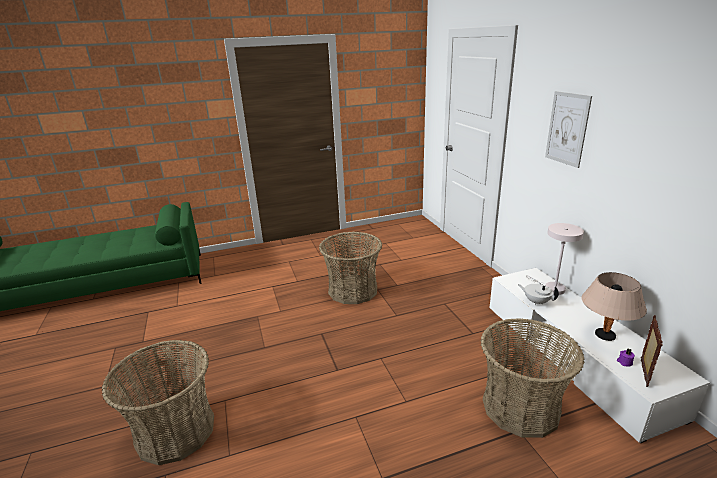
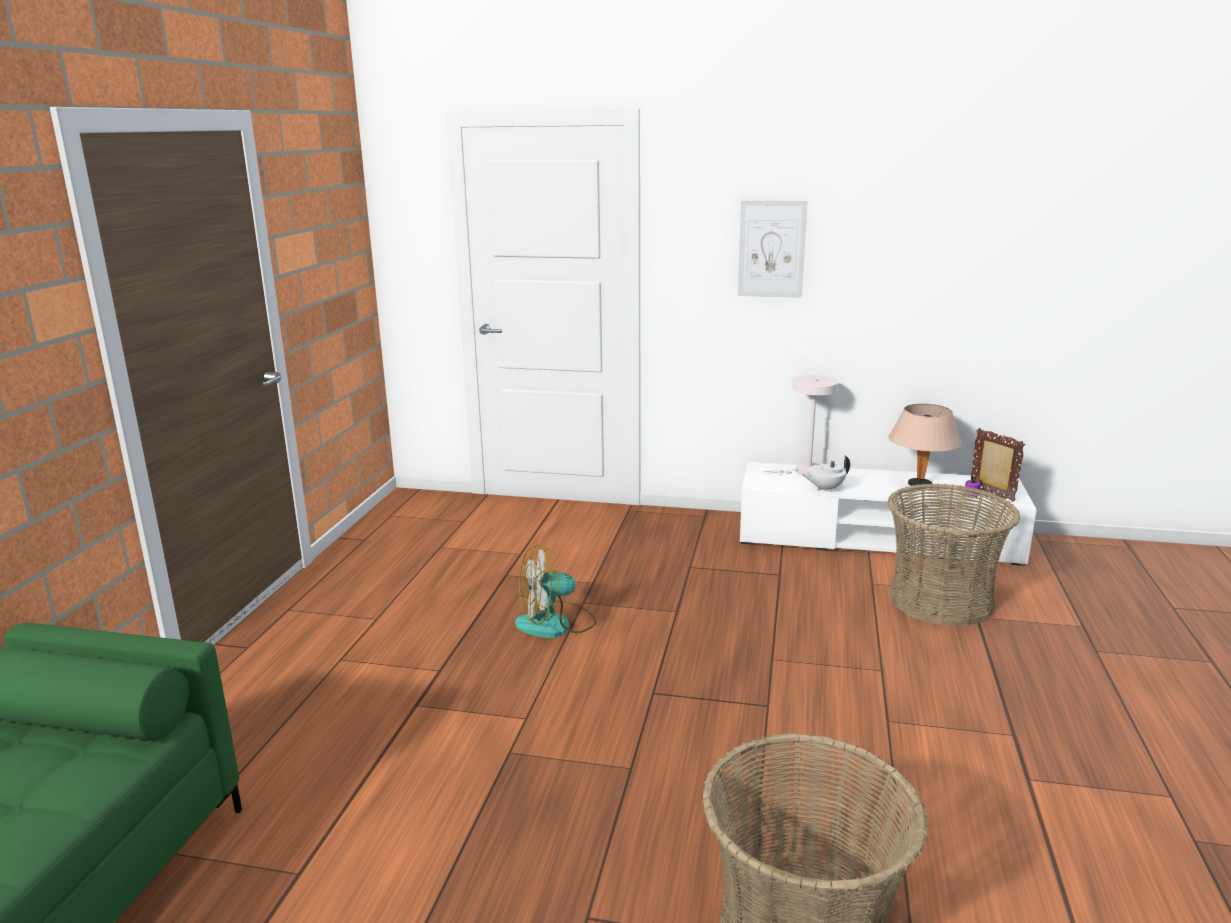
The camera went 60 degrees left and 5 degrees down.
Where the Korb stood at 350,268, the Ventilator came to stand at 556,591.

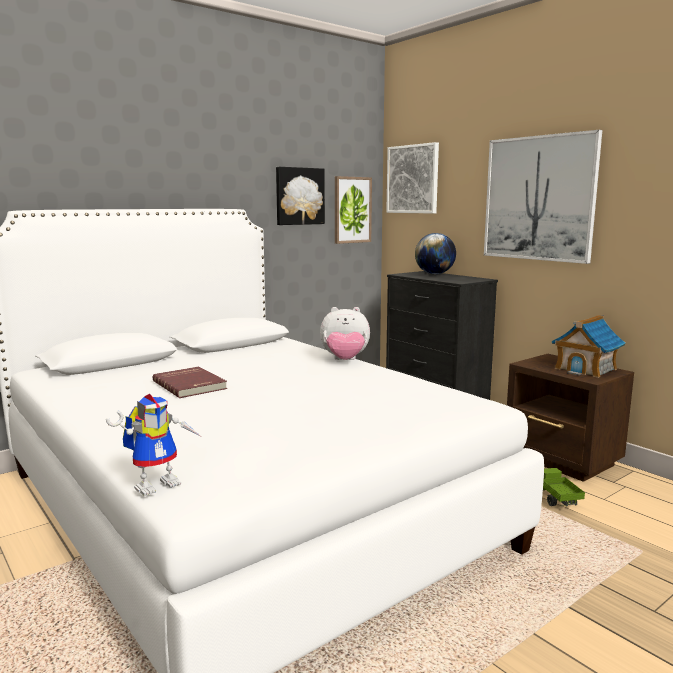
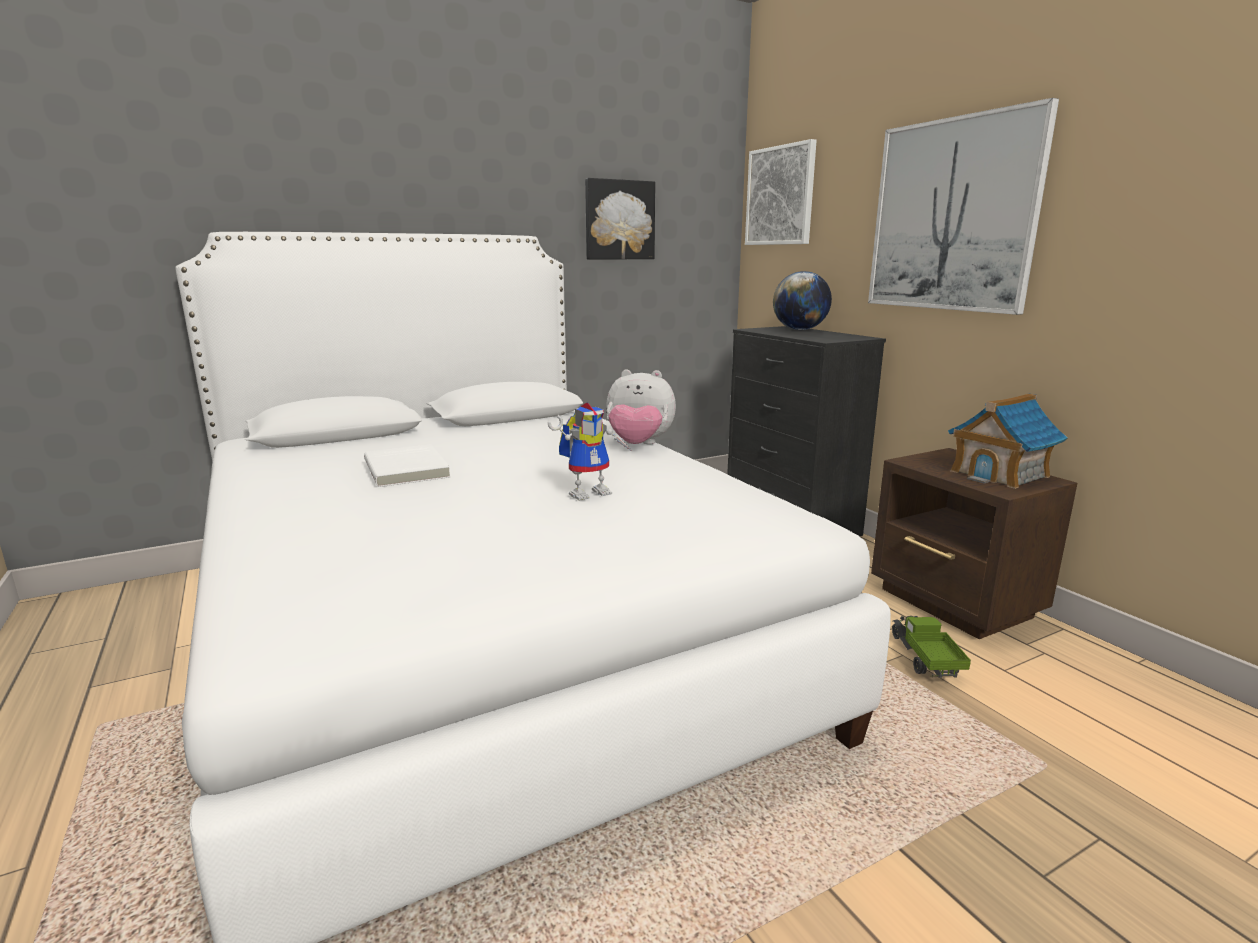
The camera went 10 degrees right and 5 degrees up.
The Spielzeugroboter ended up elsewhere, having gone from 154,445 to 590,452.
What was the Buch [rot] at 189,382 turned into the Buch [weiß] at 407,465.
The second view lost the Bild at 353,210.

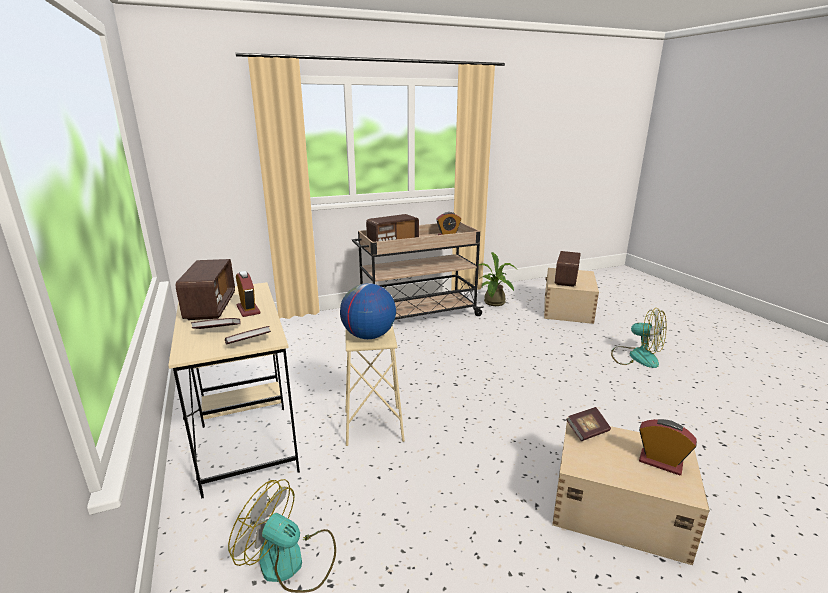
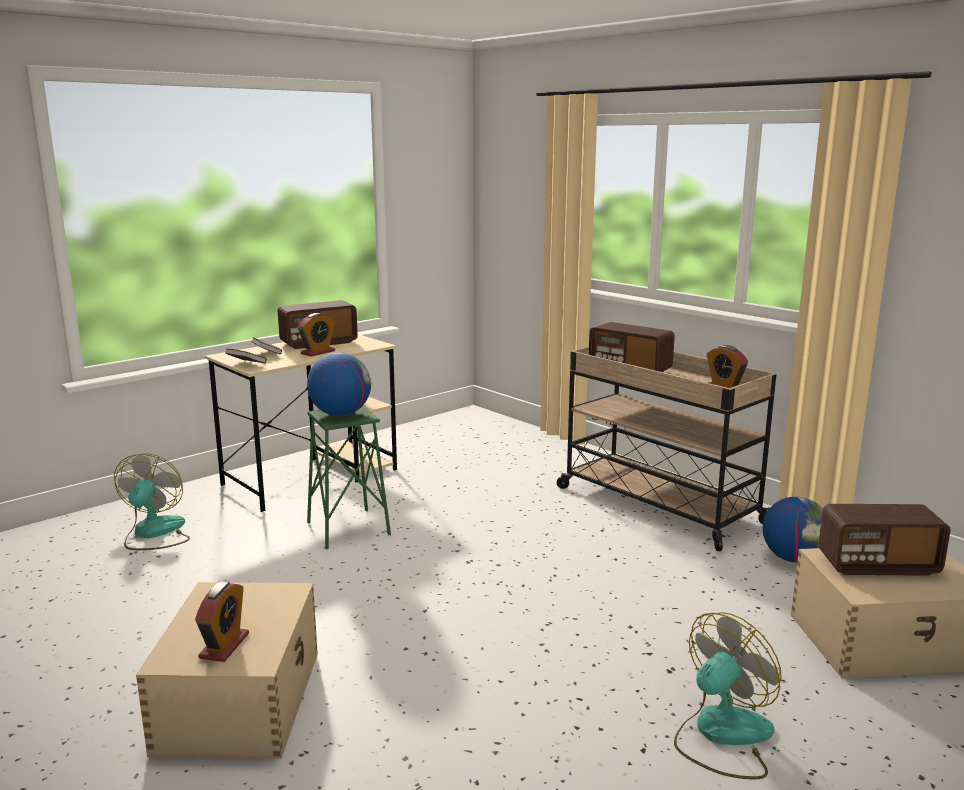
The camera went 70 degrees right and 5 degrees down.
What was the Hocker [beige] at 375,385 turned into the Hocker [grün] at 349,478.
Where the Topfpflanze stood at 498,279, the Globus came to stand at 793,530.
The second view lost the Buch at 588,424.
The Ventilator at 638,338 ended up facing another way, 150 degrees counterclockwise from before.

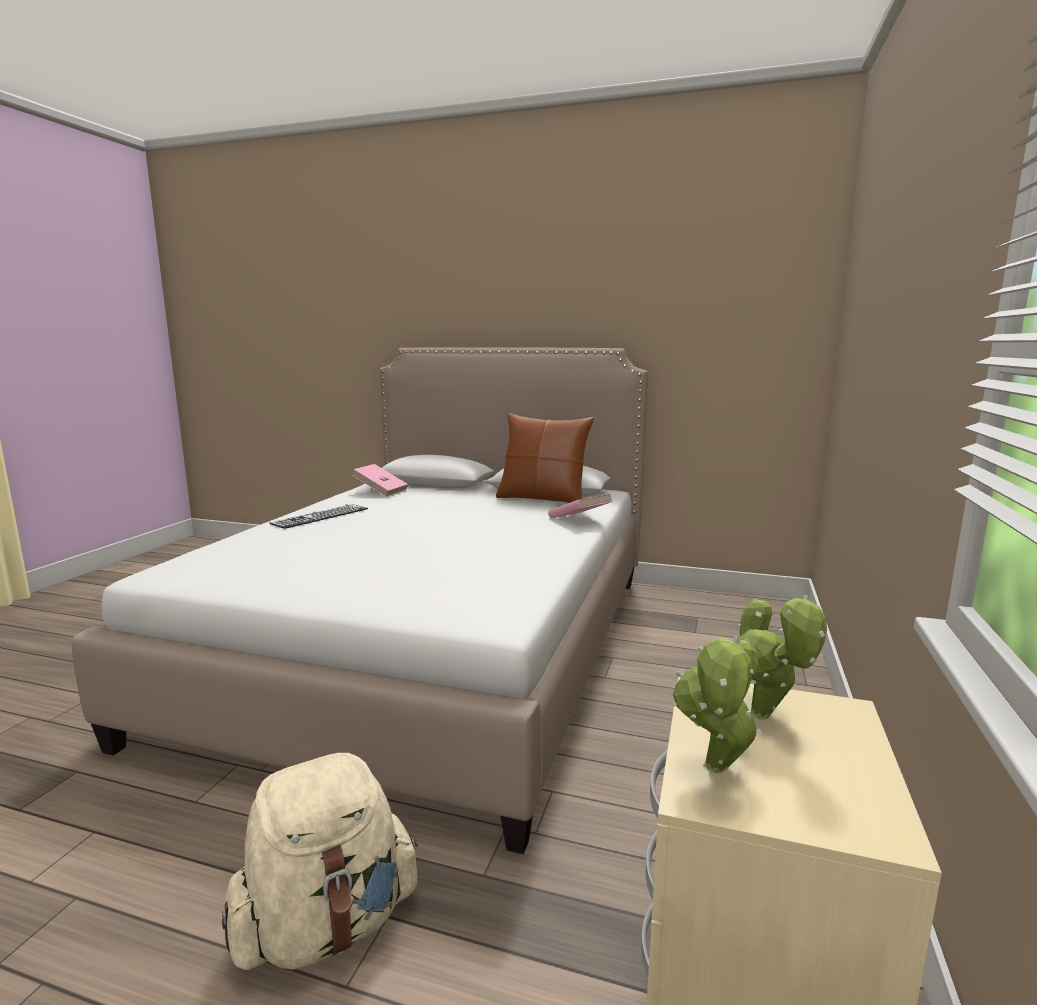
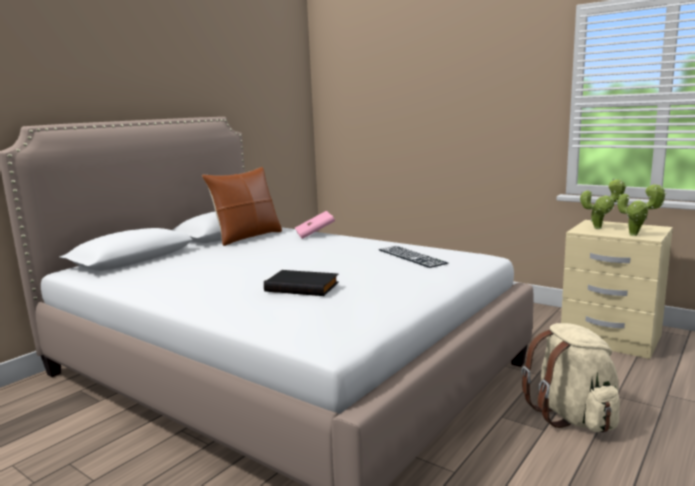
The camera went 70 degrees left and 0 degrees up.
The Tastatur ended up elsewhere, having gone from 318,516 to 413,257.
The second view lost the Buch [rosa] at 380,480.
The second view gained the Buch [schwarz] at 301,283.

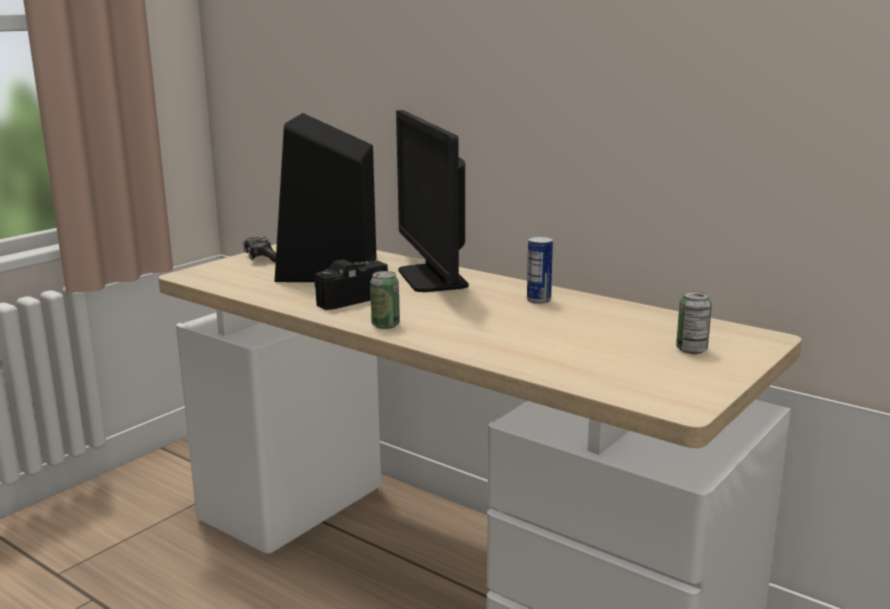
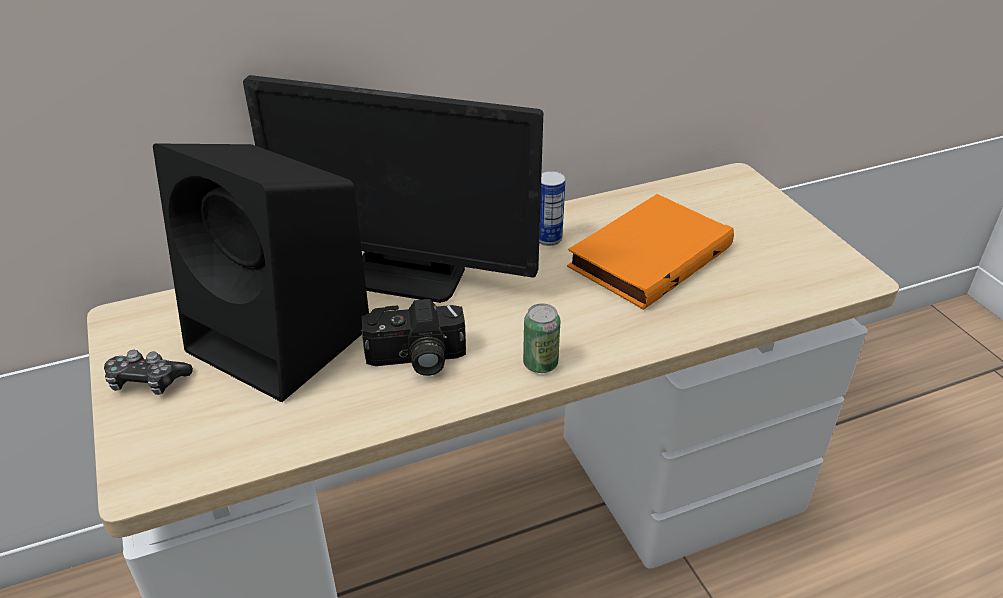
The camera went 60 degrees left and 20 degrees up.
The Kamera at 351,285 ended up facing another way, 90 degrees counterclockwise from before.
The second view lost the Dose at 694,322.
The second view gained the Buch [orange] at 650,252.

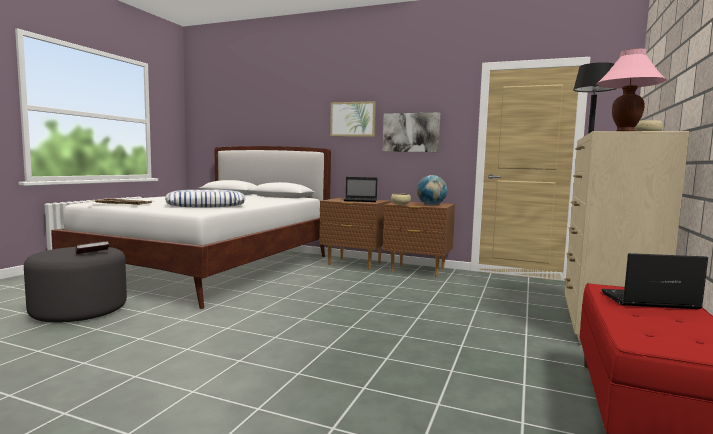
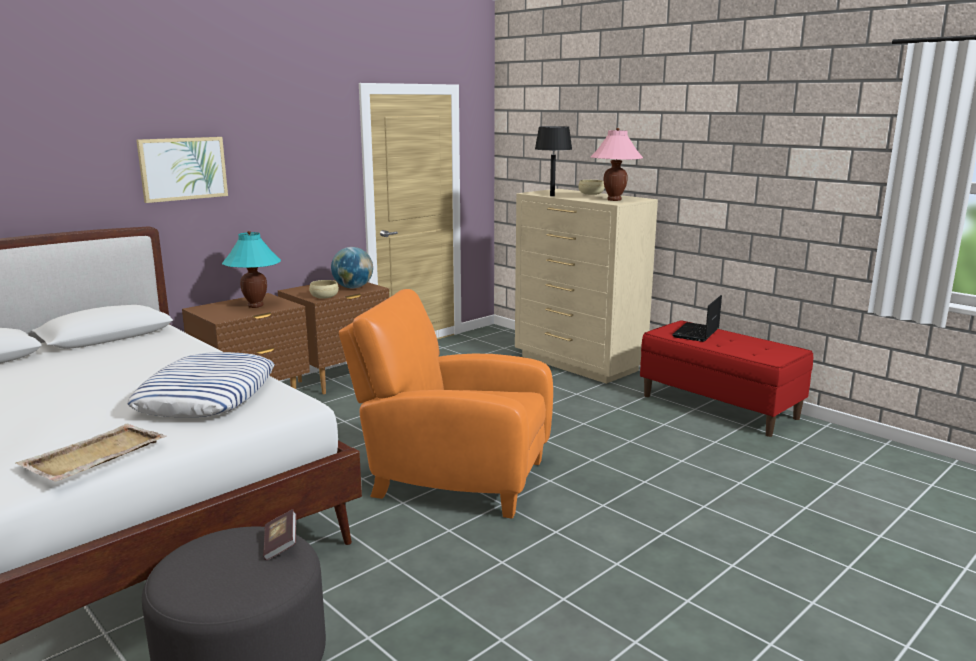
The camera went 65 degrees left and 10 degrees up.
Where the Laptop stood at 360,189, the Tischlampe [türkis] came to stand at 251,269.
The second view lost the Bild at 411,132.
The second view gained the Sessel [orange] at 446,404.

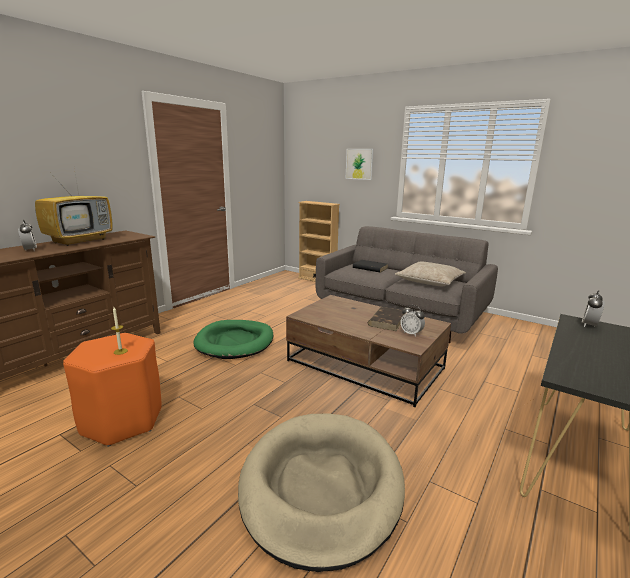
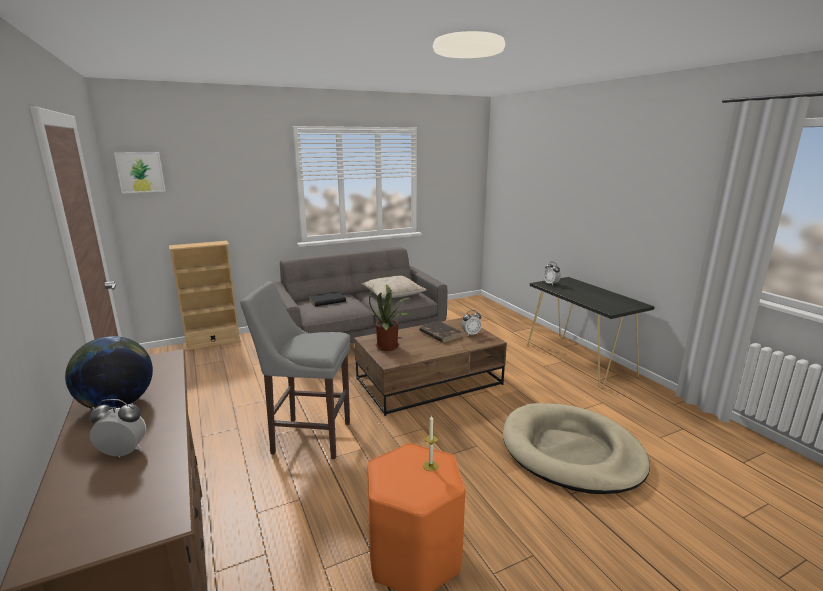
The camera went 60 degrees left and 0 degrees up.
Where the Fernseher stood at 74,207, the Globus came to stand at 109,373.
Where the Hundebett [grün] stood at 233,339, the Hocker [grau] came to stand at 295,370.
The Bild ended up elsewhere, having gone from 359,164 to 140,172.
The second view gained the Topfpflanze at 390,318.

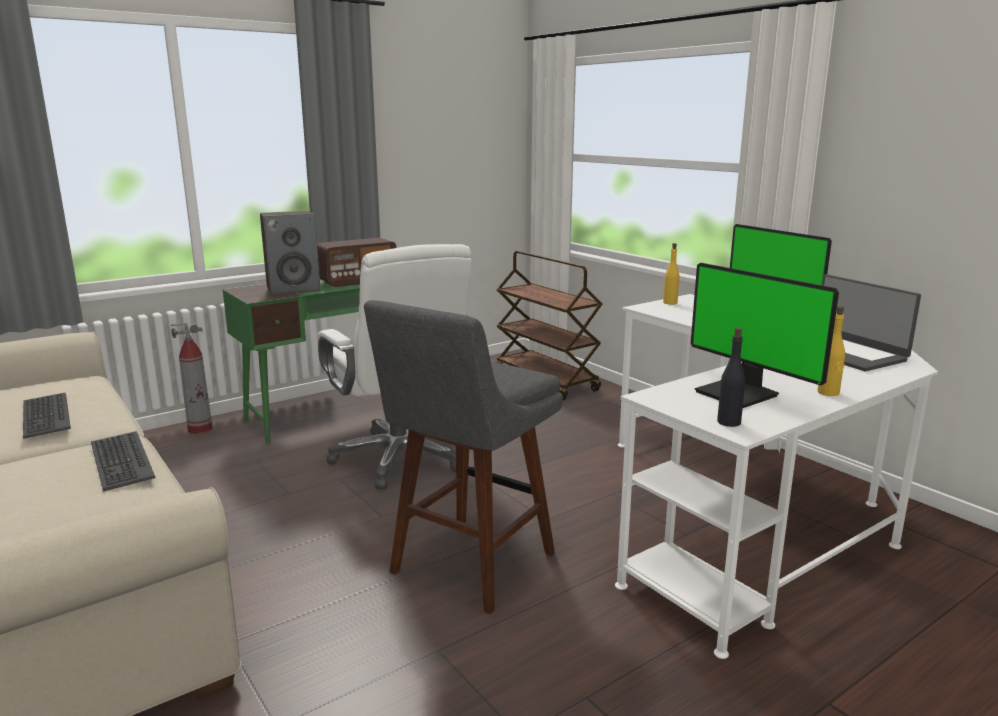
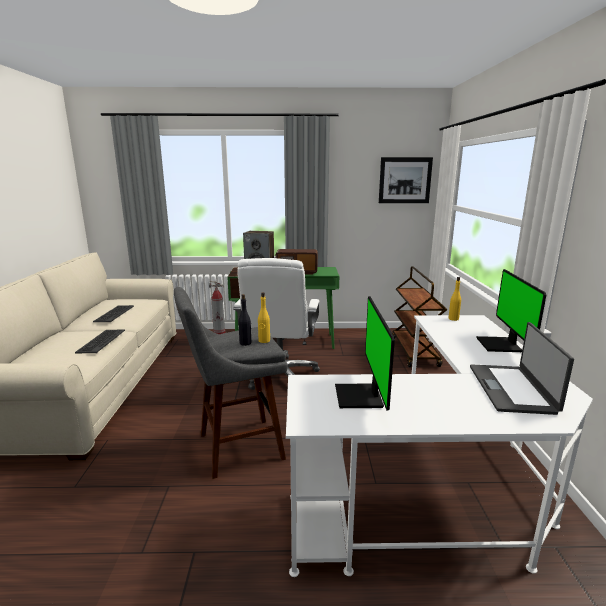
The camera went 35 degrees right and 0 degrees up.
The Flasche [schwarz] ended up elsewhere, having gone from 731,377 to 244,320.
The Flasche [gelb] ended up elsewhere, having gone from 831,351 to 264,317.
The second view gained the Bild at 406,180.

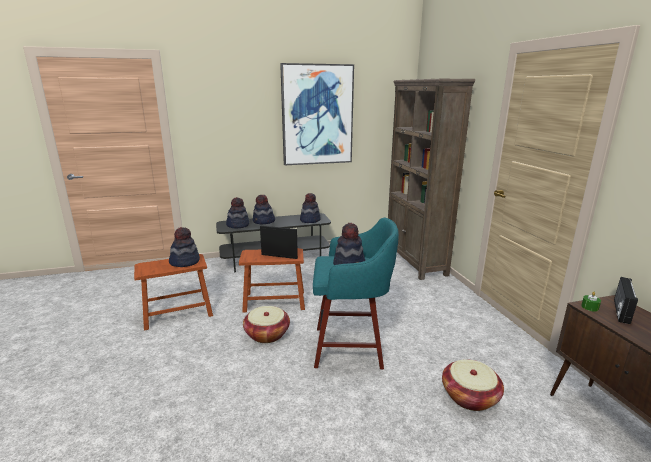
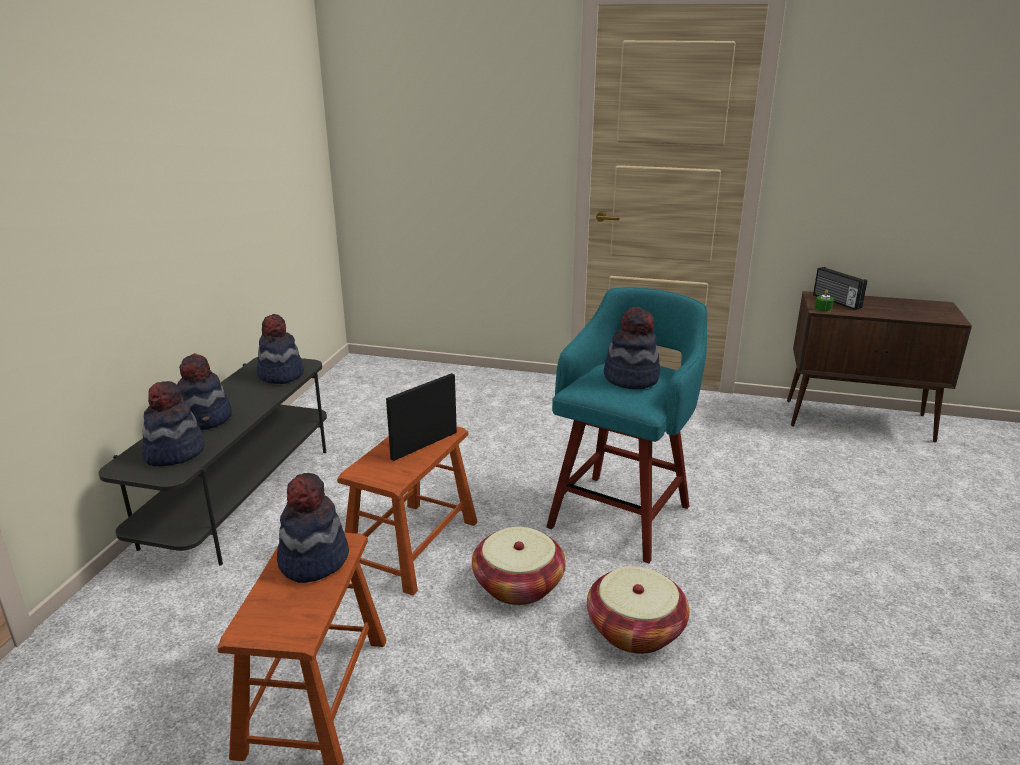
The camera went 60 degrees left and 5 degrees up.
The second view lost the Bild at 317,114.
The second view lost the Bücherregal [braun] at 431,179.
The Korb ended up elsewhere, having gone from 473,385 to 638,610.

